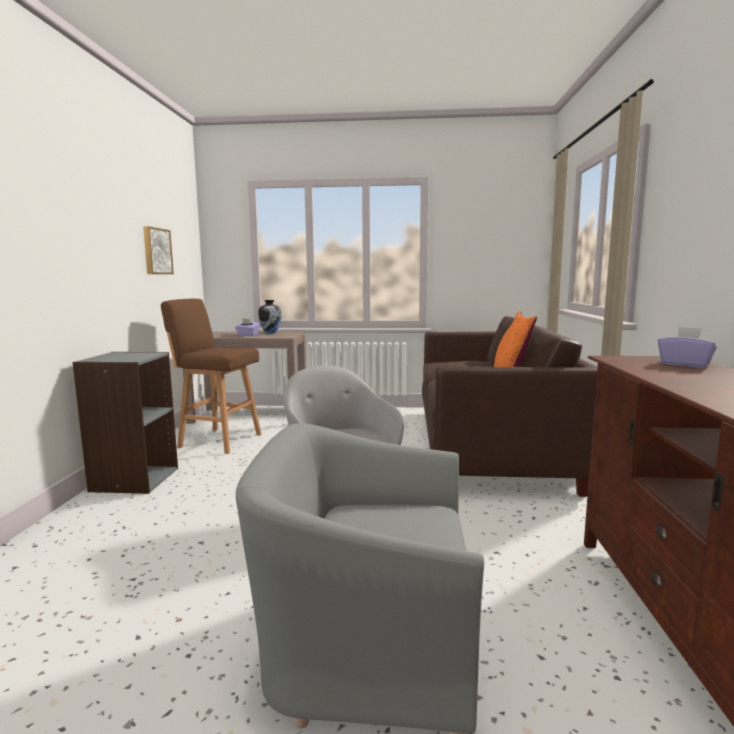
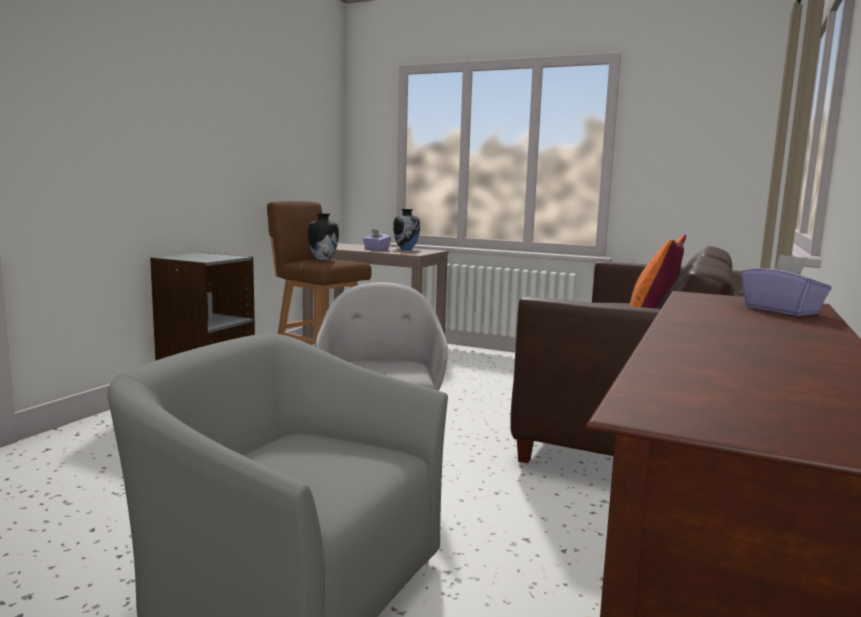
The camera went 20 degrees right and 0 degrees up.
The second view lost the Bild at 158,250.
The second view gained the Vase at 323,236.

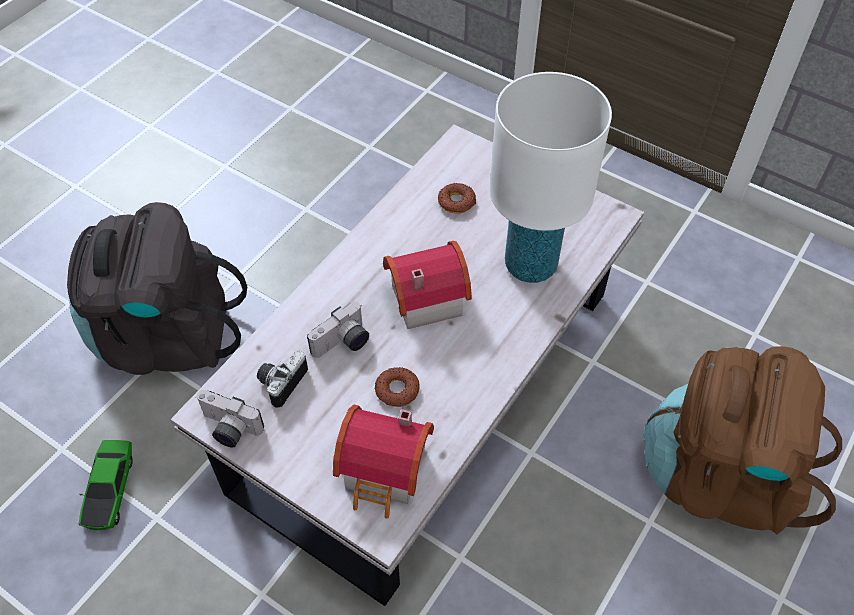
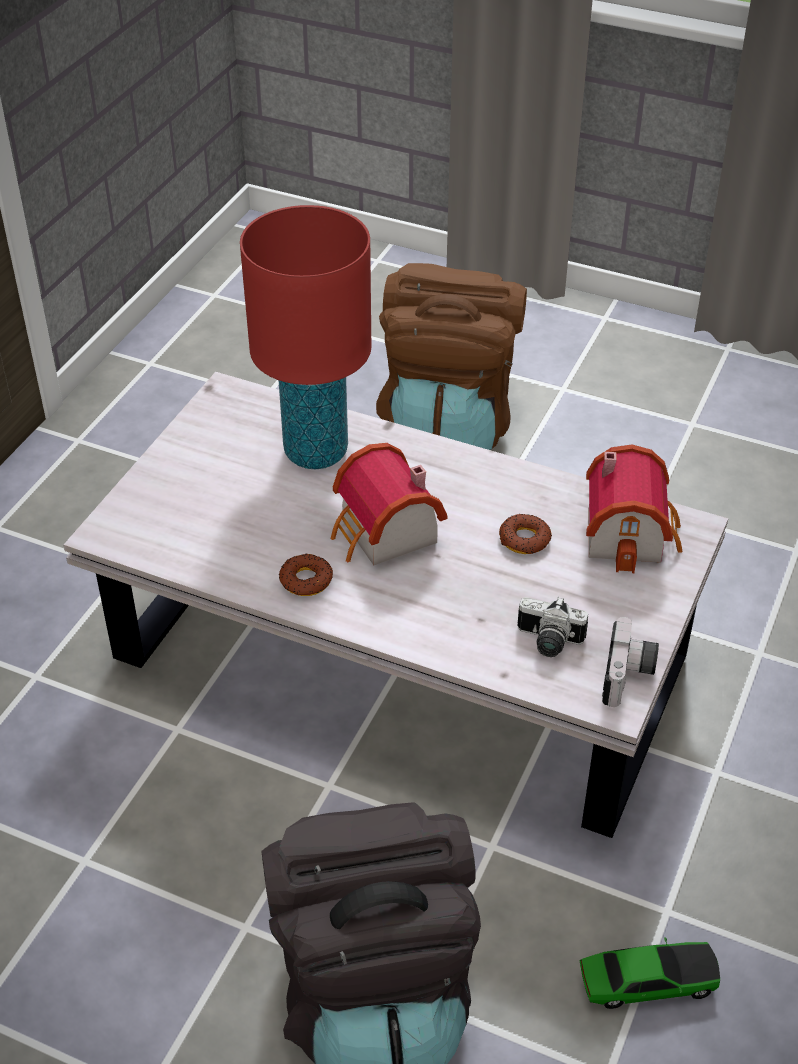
The camera went 100 degrees left and 10 degrees down.
The second view lost the Kamera at 338,330.
The Donut ended up elsewhere, having gone from 457,198 to 306,575.
What was the Tischlampe [weiß] at 551,177 turned into the Tischlampe [rot] at 305,337.

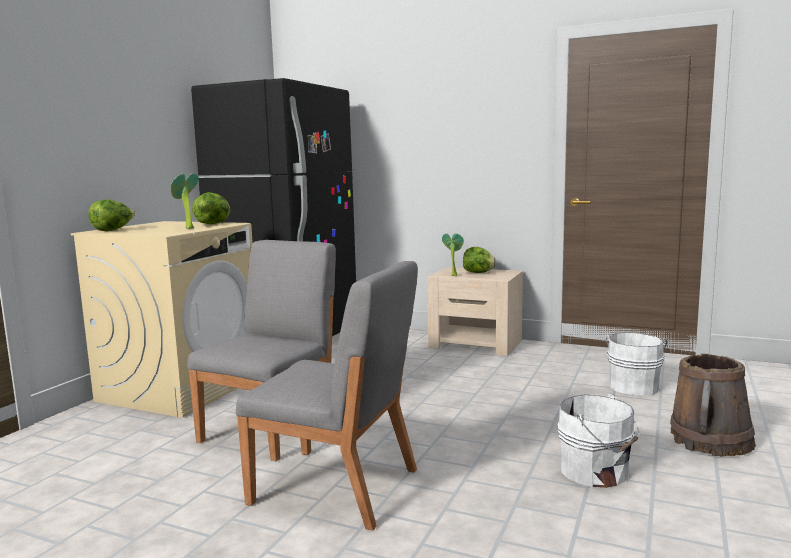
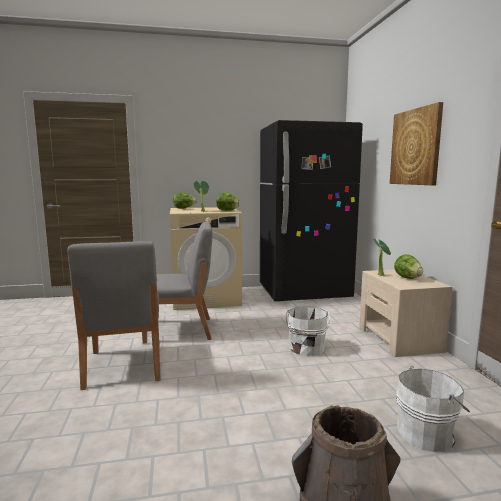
The camera went 55 degrees right and 0 degrees up.
The Eimer [weiß] ended up elsewhere, having gone from 599,441 to 308,331.
The second view gained the Bild at 416,143.

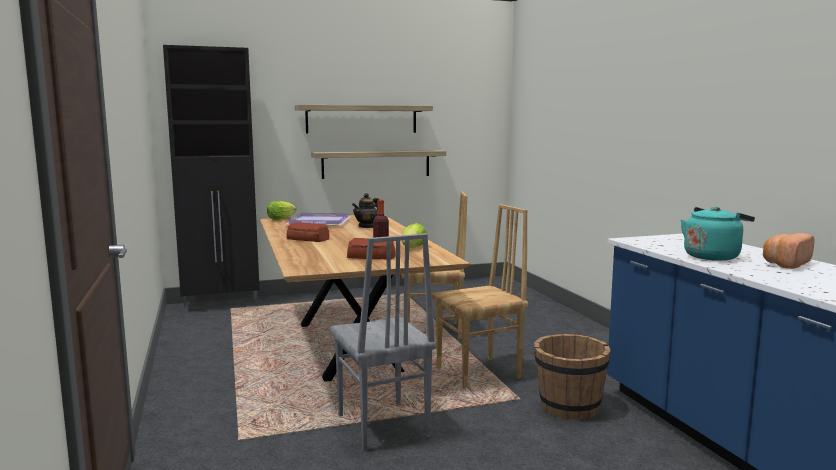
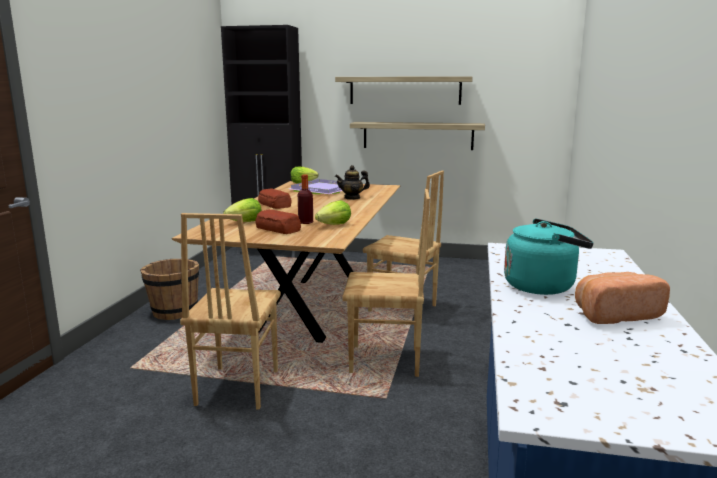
The camera went 30 degrees right and 5 degrees up.
What was the Stuhl [grau] at 383,342 turned into the Stuhl [braun] at 230,311.
The Eimer [braun] ended up elsewhere, having gone from 572,376 to 169,289.
The second view gained the Salatkopf at 242,210.

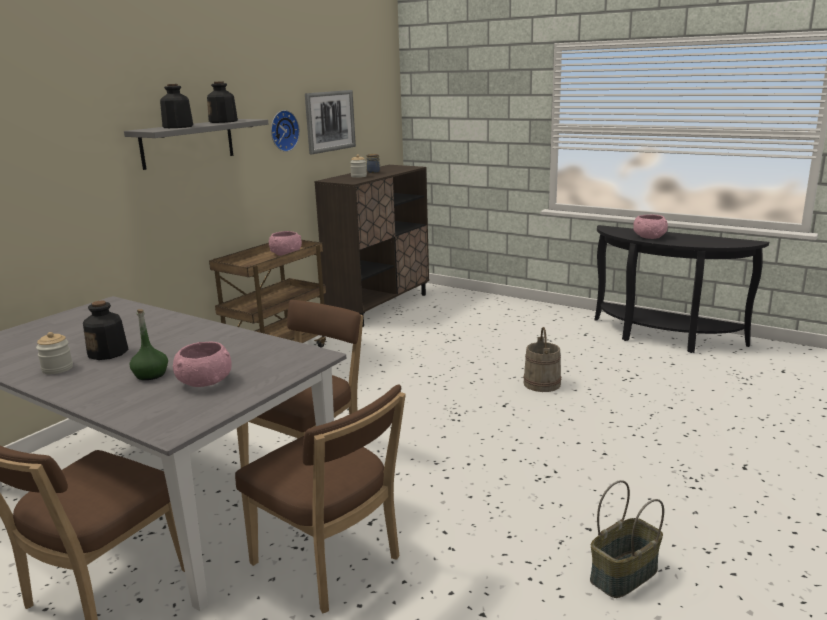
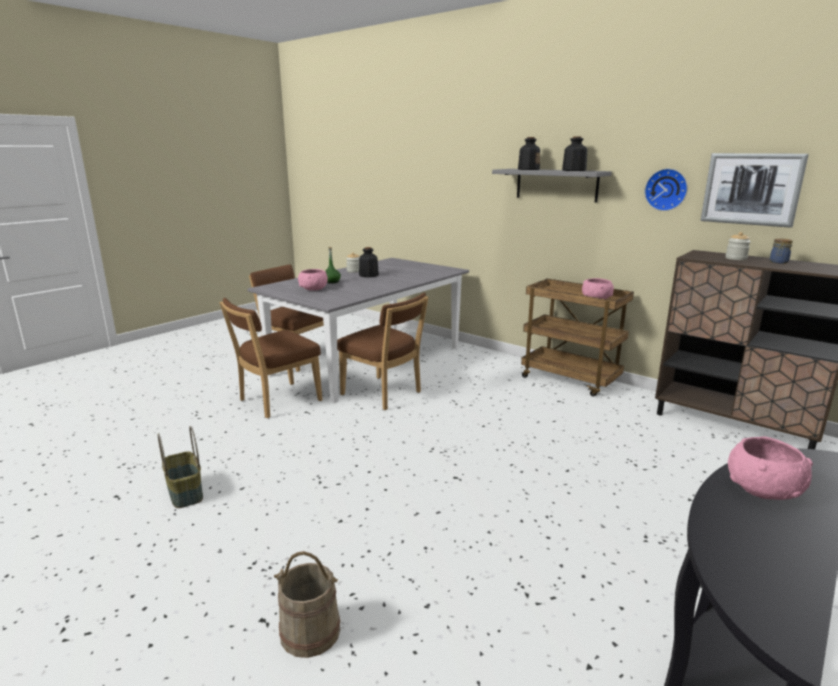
The camera went 95 degrees right and 0 degrees up.
The Eimer [beige] ended up elsewhere, having gone from 542,359 to 307,604.

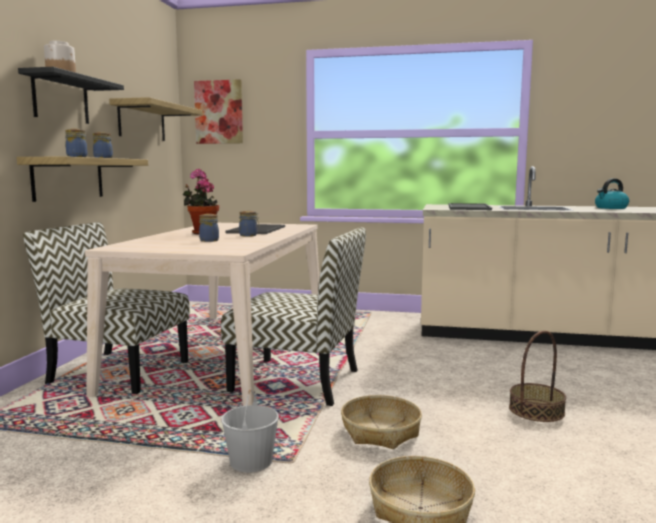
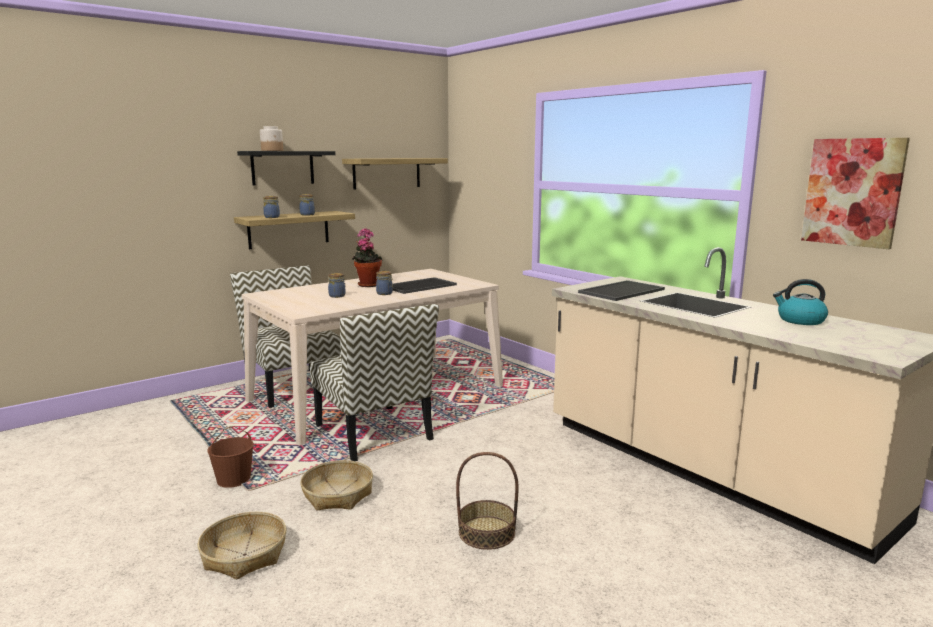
The camera went 40 degrees right and 5 degrees up.
The Bild ended up elsewhere, having gone from 218,111 to 855,193.
What was the Eimer [weiß] at 250,430 turned into the Eimer [braun] at 230,457.

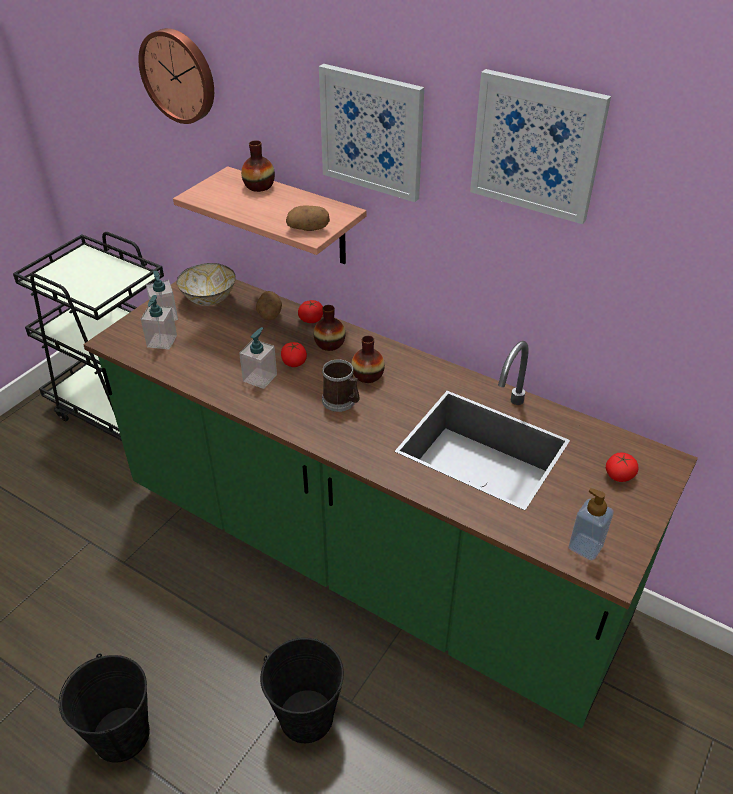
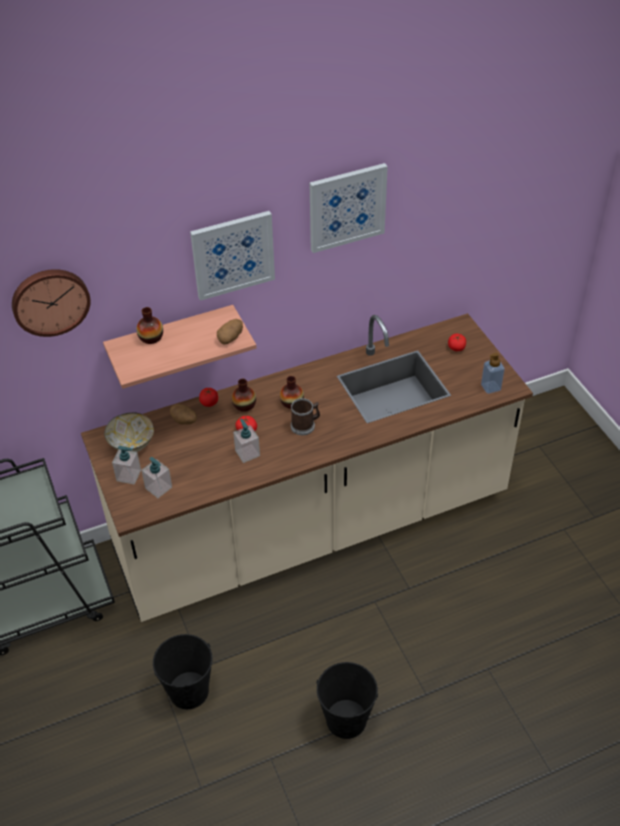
The camera went 55 degrees left and 5 degrees up.
What was the Küchenzeile [grün] at 390,503 turned into the Küchenzeile [beige] at 307,467.
The Eimer [schwarz] ended up elsewhere, having gone from 302,690 to 183,671.

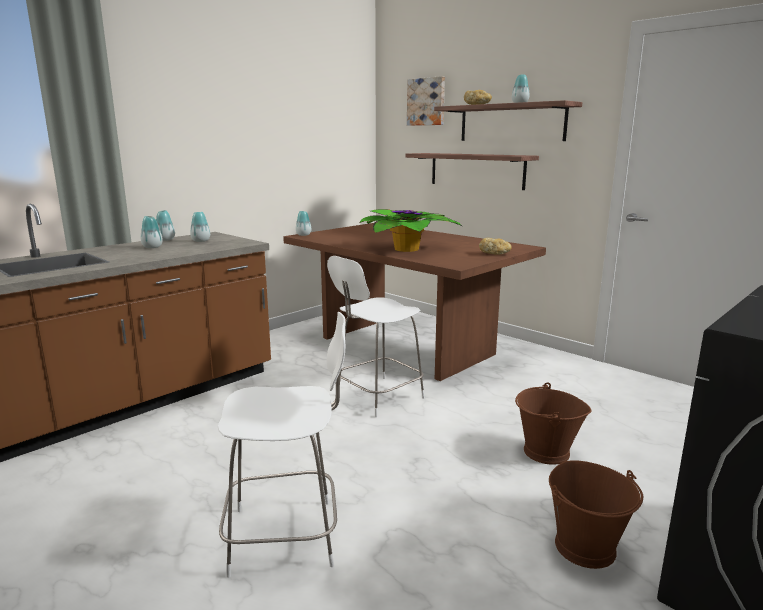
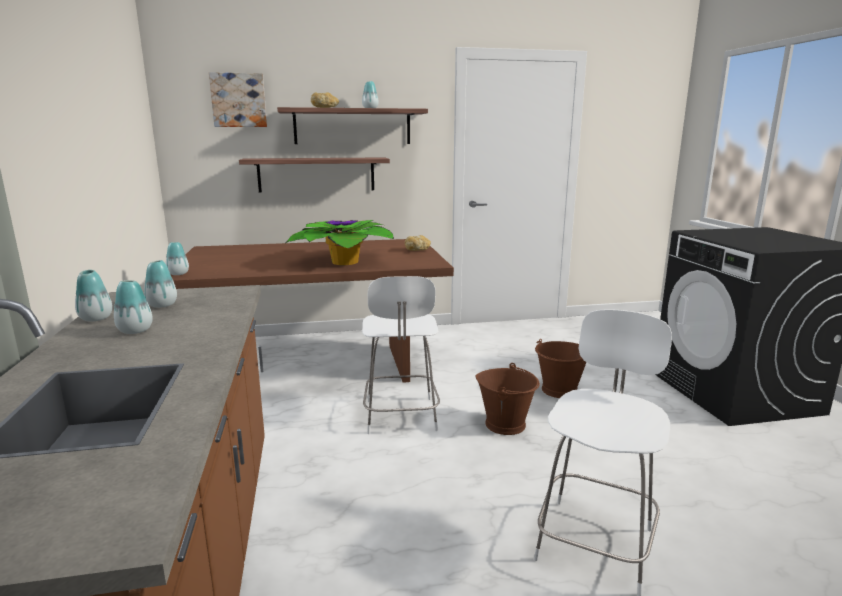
The camera went 55 degrees left and 0 degrees up.
The Eimer [braun] ended up elsewhere, having gone from 596,514 to 507,399.

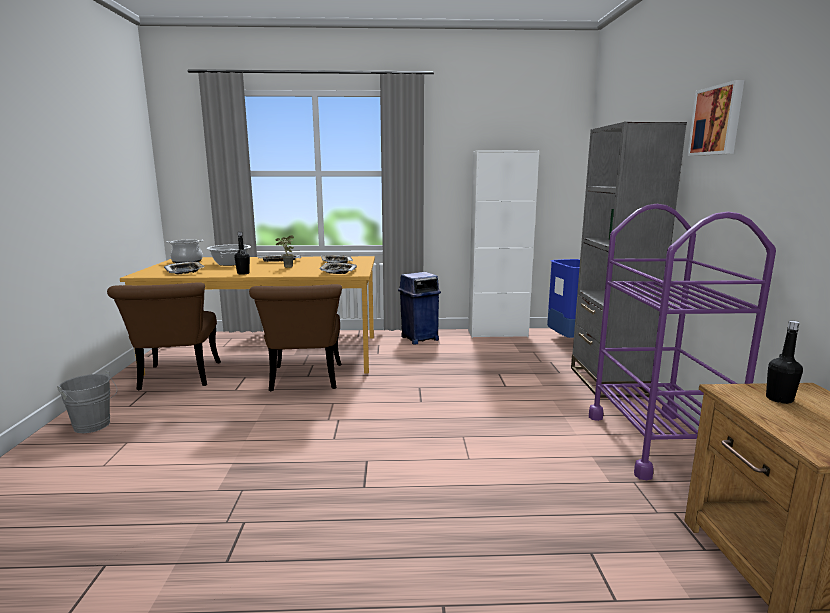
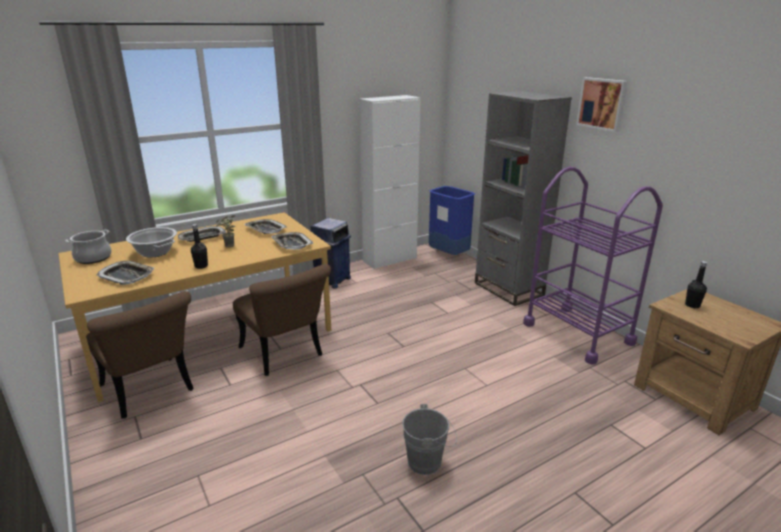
The camera went 30 degrees left and 10 degrees up.
The Eimer [grau] ended up elsewhere, having gone from 87,401 to 429,439.

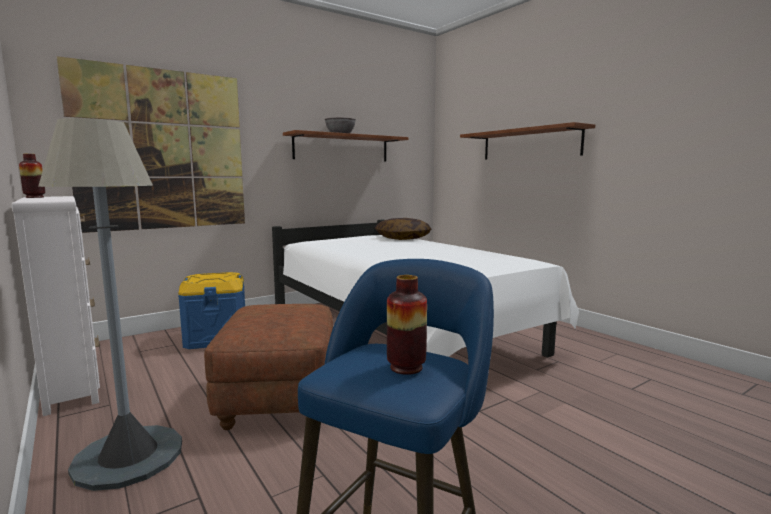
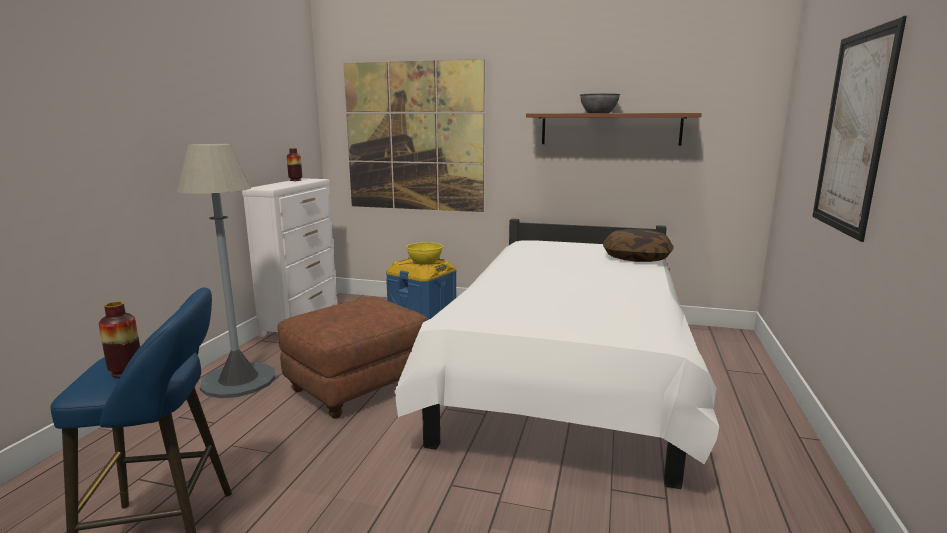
The camera went 50 degrees right and 5 degrees up.
Where the Wandregal [braun] hung at 527,141, the Bild came to hang at 859,129.
The second view gained the Schüssel [gelb] at 424,253.

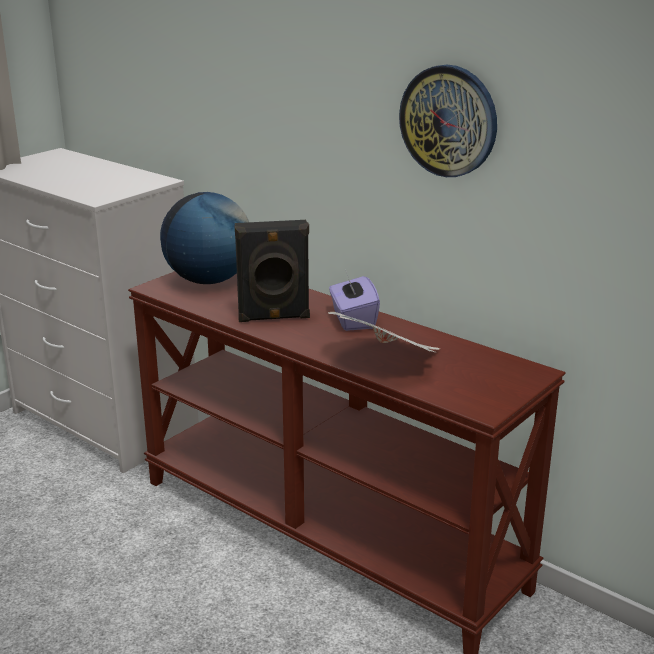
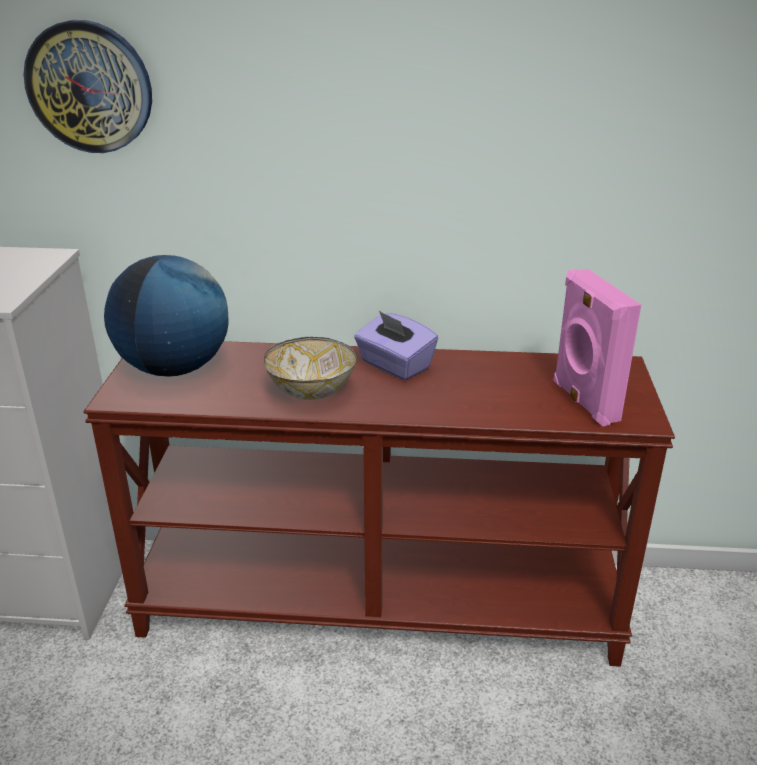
The camera went 35 degrees left and 5 degrees up.
Where the Lautsprecher [schwarz] stood at 272,271, the Schüssel came to stand at 310,368.
The second view lost the Zeitung at 384,332.
The Wanduhr ended up elsewhere, having gone from 448,121 to 88,86.
The second view gained the Lautsprecher [rosa] at 597,348.

